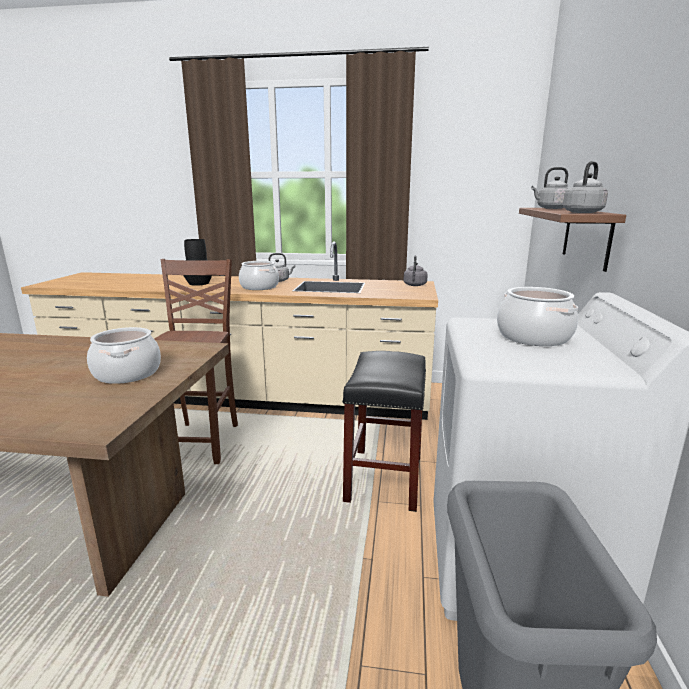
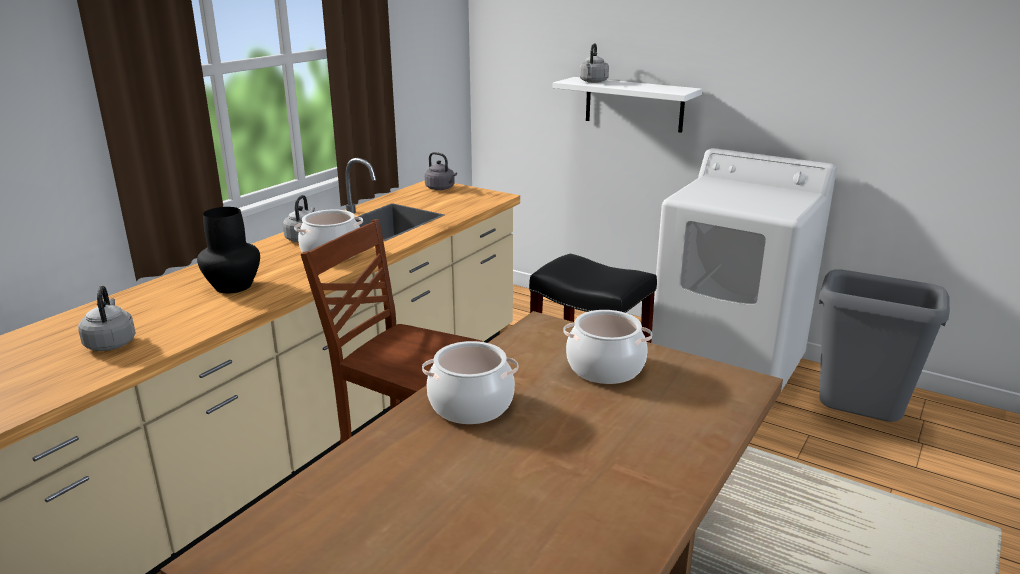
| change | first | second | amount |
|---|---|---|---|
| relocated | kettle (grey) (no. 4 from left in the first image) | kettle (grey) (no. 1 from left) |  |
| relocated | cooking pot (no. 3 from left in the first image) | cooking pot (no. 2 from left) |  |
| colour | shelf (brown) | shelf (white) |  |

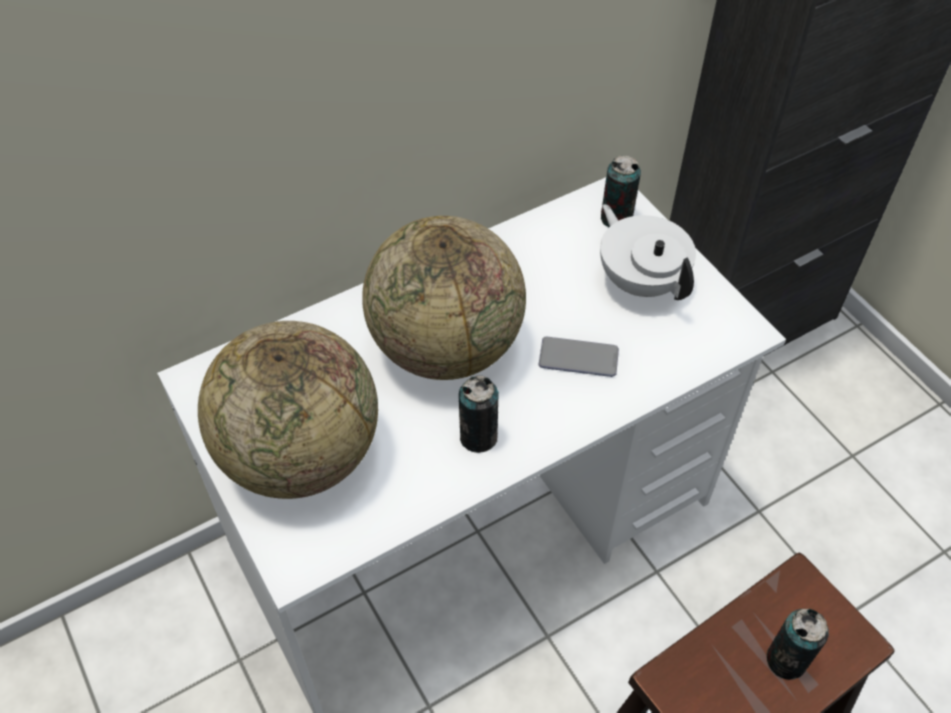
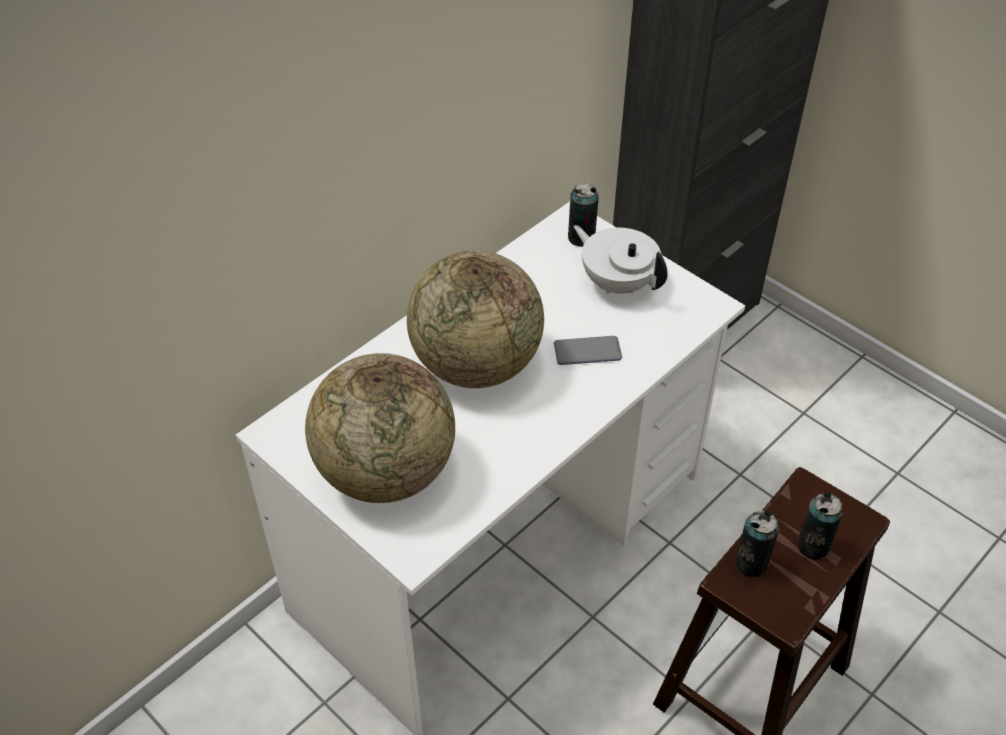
| change | first | second | amount |
|---|---|---|---|
| relocated | can (no. 1 from left in the first image) | can (no. 2 from left) |  |

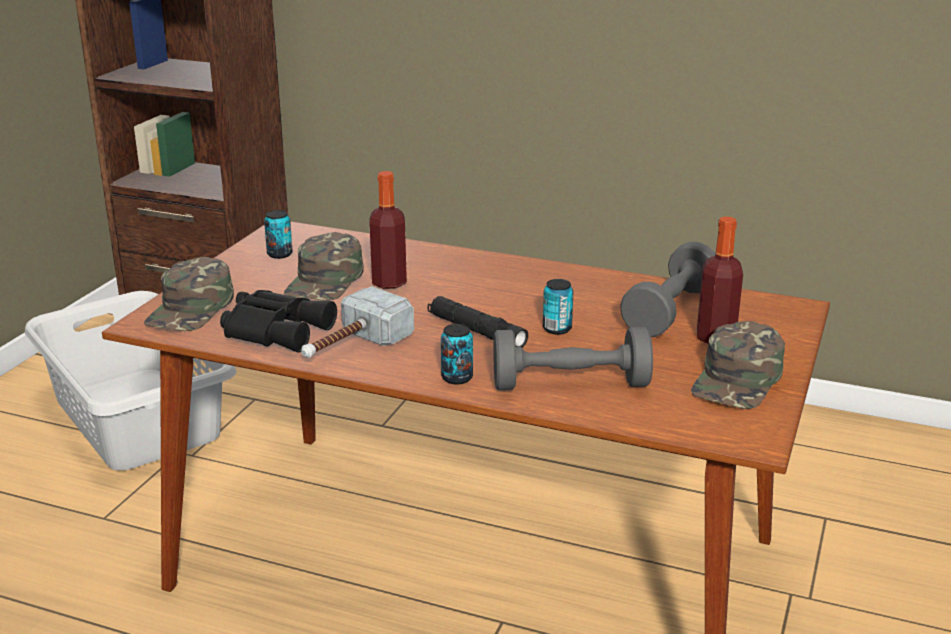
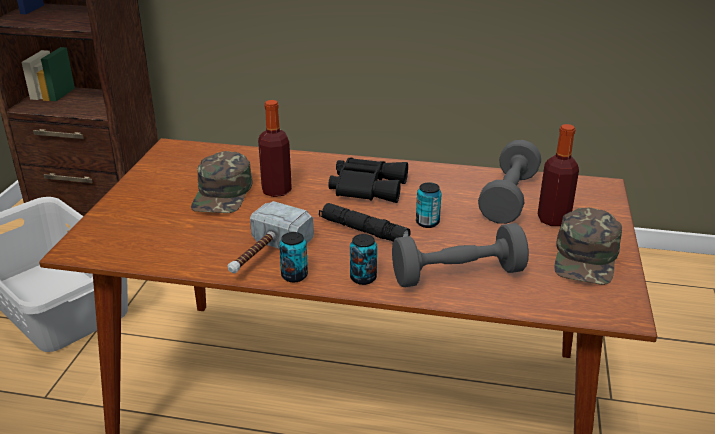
| change | first | second | amount |
|---|---|---|---|
| relocated | can (no. 1 from left) |  |  |
| relocated | binoculars (black) |  |  |
| missing | cap (green) (no. 1 from left) |  |  |

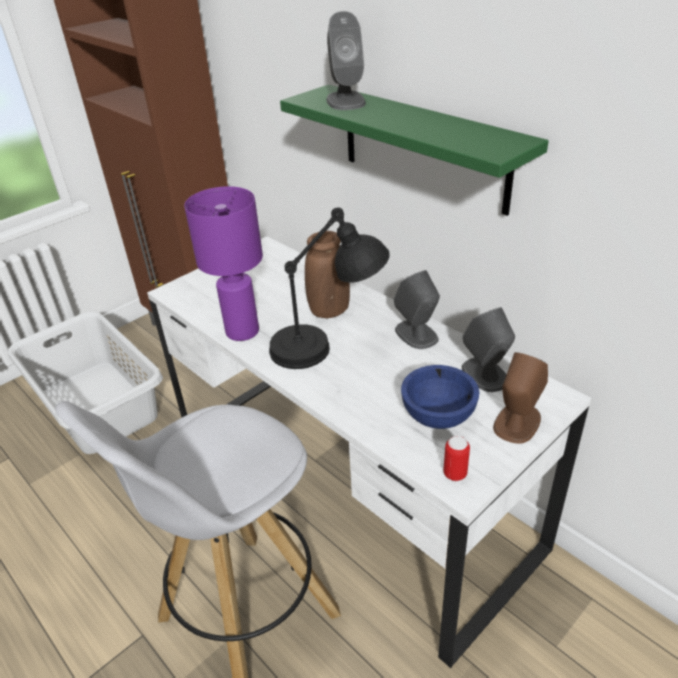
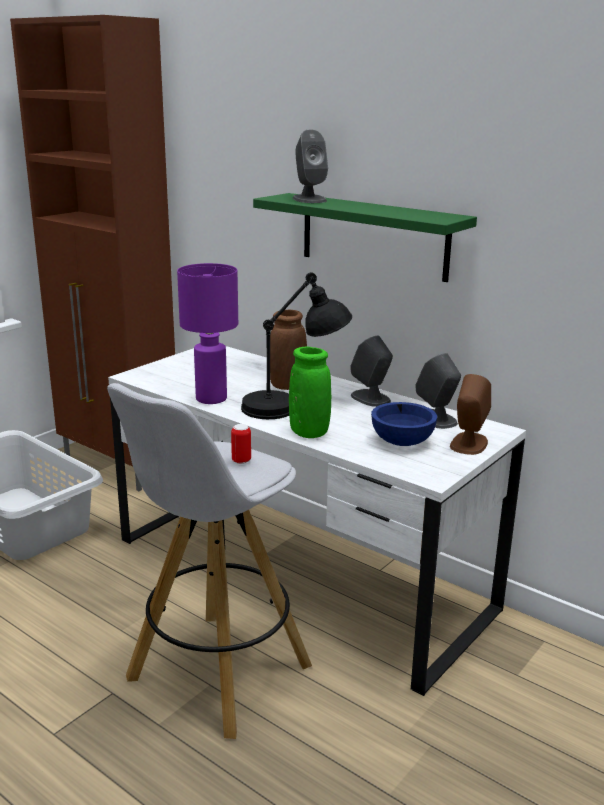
| change | first | second | amount |
|---|---|---|---|
| relocated | can |  |  |
| appeared |  | vase (green) |  |

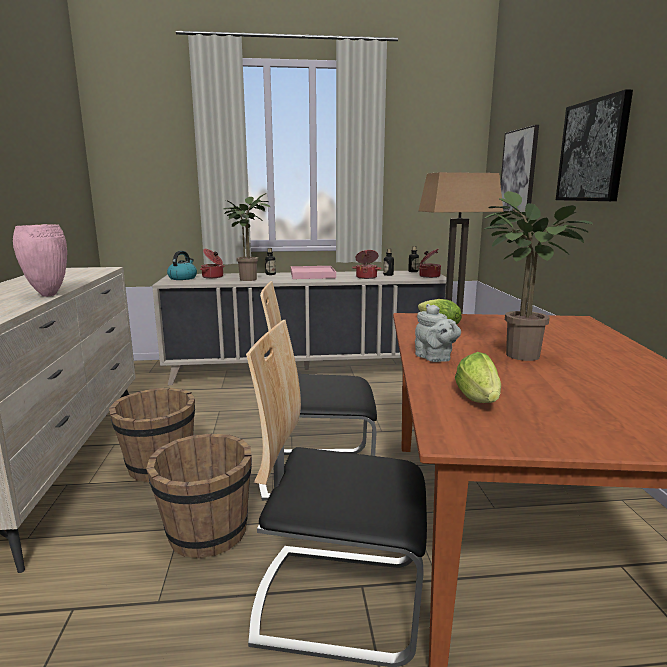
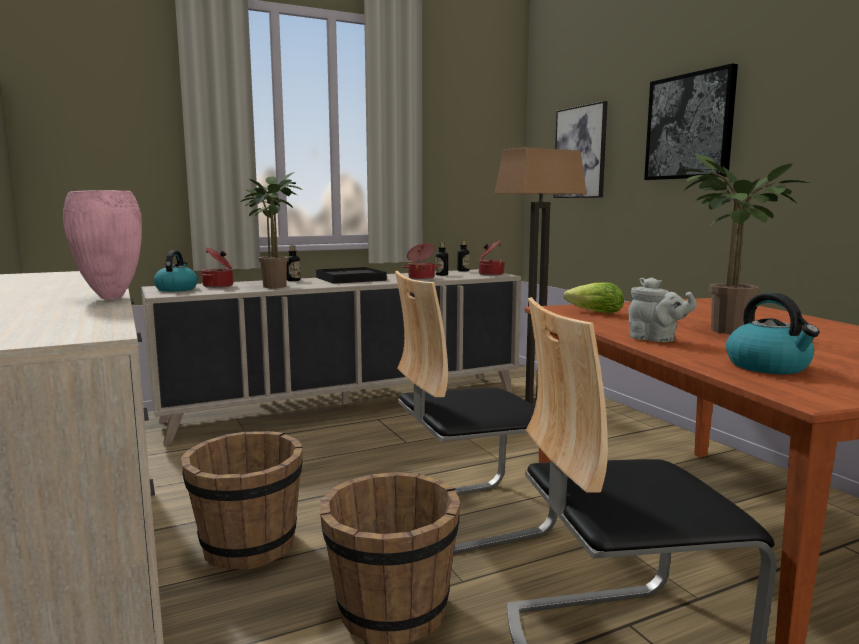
| change | first | second | amount |
|---|---|---|---|
| colour | tray (pink) | tray (black) |  |
| exchanged | lettuce (no. 2 from left) | kettle (no. 2 from left) |  |

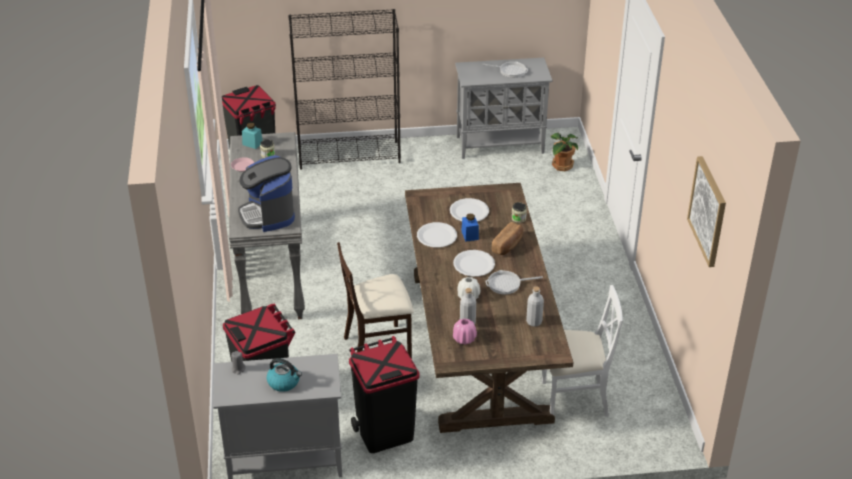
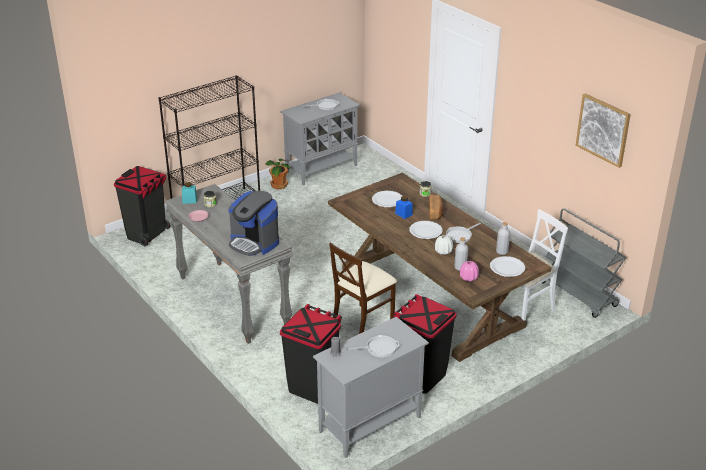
| change | first | second | amount |
|---|---|---|---|
| relocated | potted plant |  |  |
| exchanged | kettle | frying pan (no. 2 from left) |  |
| relocated | plate (white) (no. 1 from left in the first image) | plate (white) (no. 3 from left) |  |
| appeared |  | cart (grey) |  |

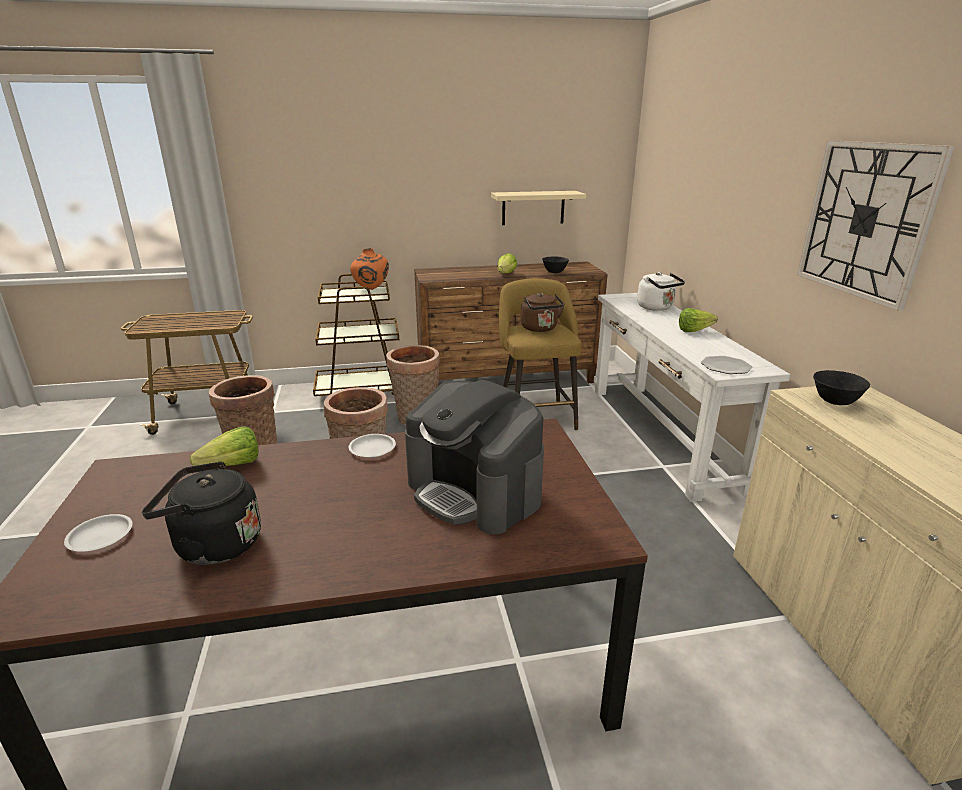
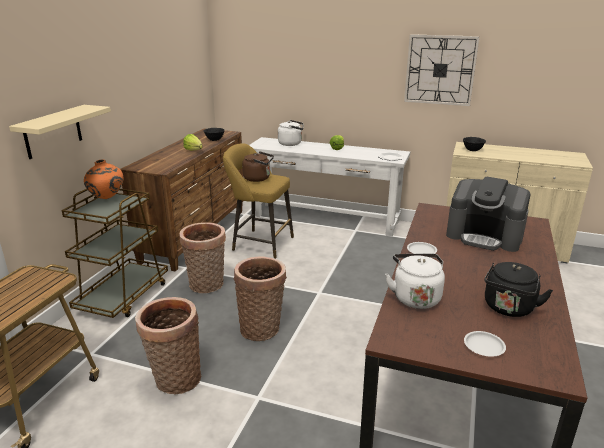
| change | first | second | amount |
|---|---|---|---|
| relocated | shelf (beige) |  |  |
| exchanged | lettuce (no. 1 from left) | kettle (white) (no. 2 from left) |  |
| spun | coffee machine |  | 45 degrees clockwise |

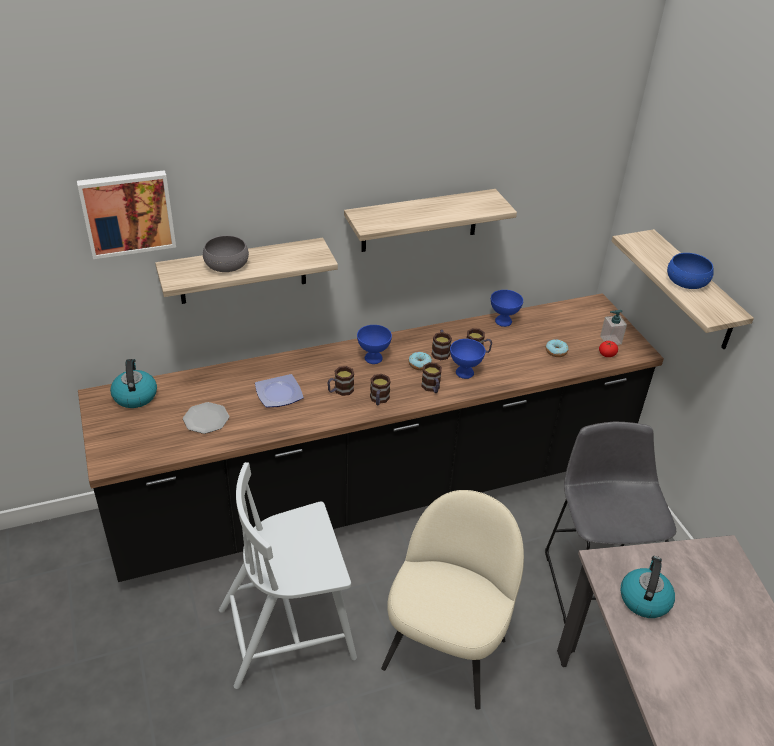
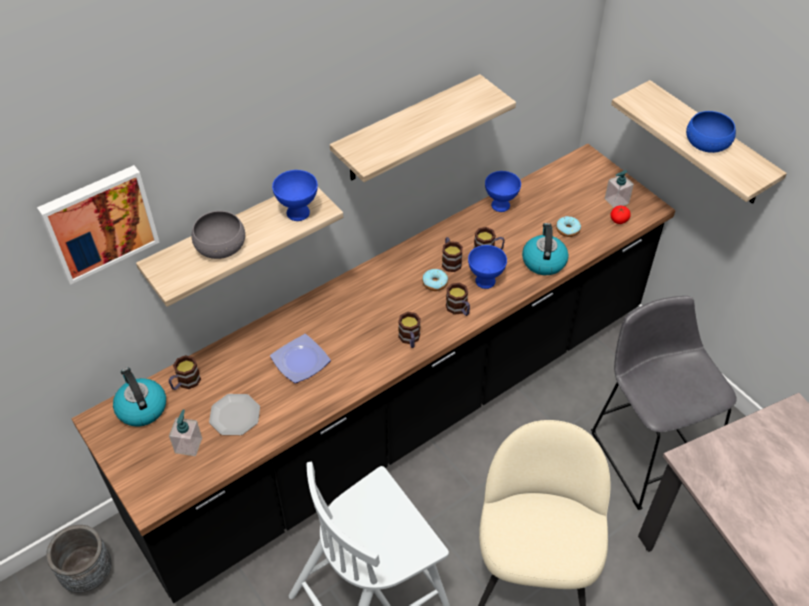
| change | first | second | amount |
|---|---|---|---|
| appeared |  | planter (grey) |  |
| relocated | mug (no. 1 from left) |  |  |
| appeared |  | soap dispenser (no. 1 from left) |  |
| relocated | bowl (blue) (no. 1 from left) |  |  |
| relocated | kettle (no. 2 from left) |  |  |

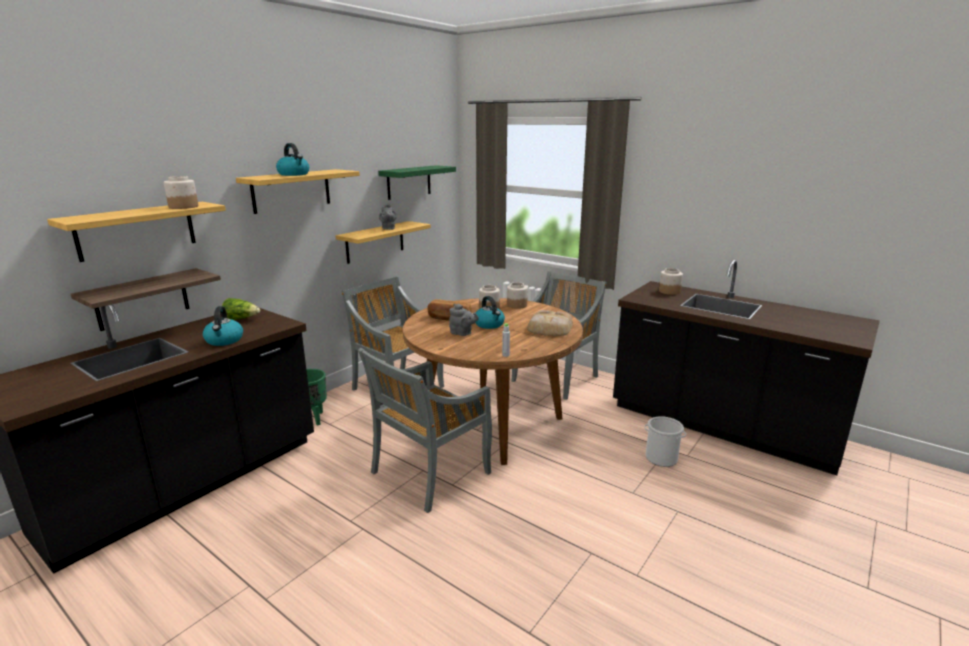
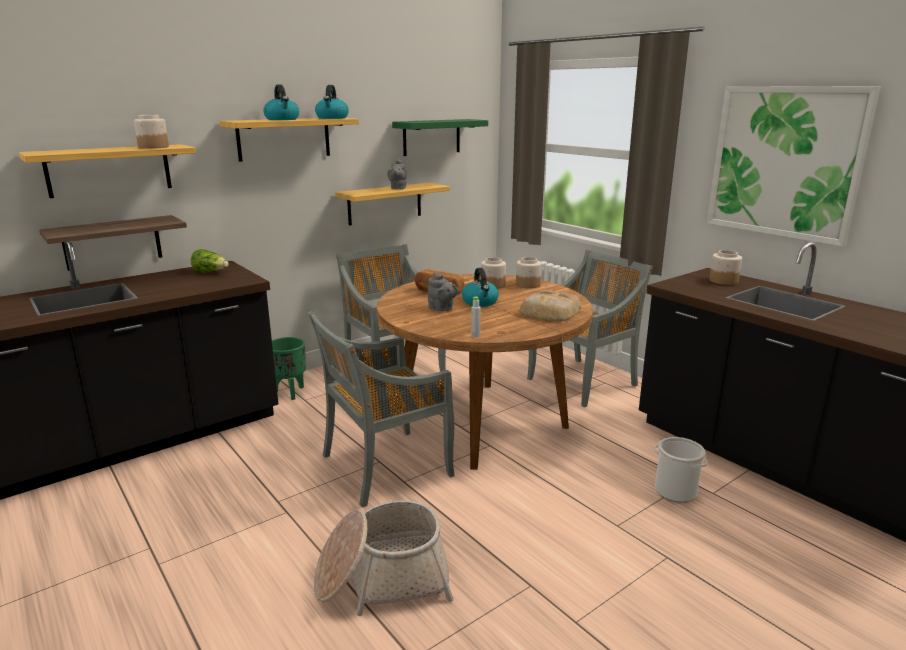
| change | first | second | amount |
|---|---|---|---|
| appeared |  | basket |  |
| relocated | kettle (no. 1 from left in the first image) | kettle (no. 2 from left) |  |
| appeared |  | picture |  |

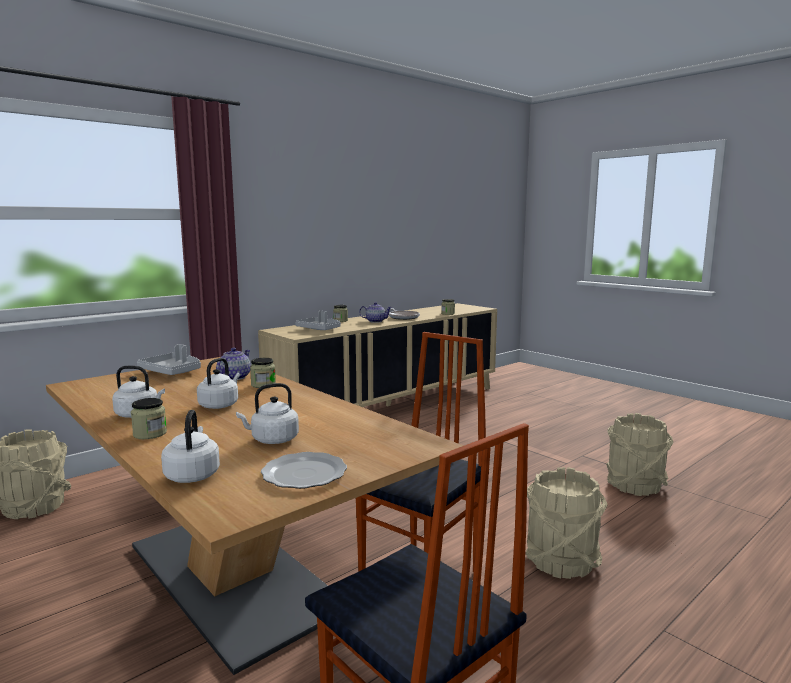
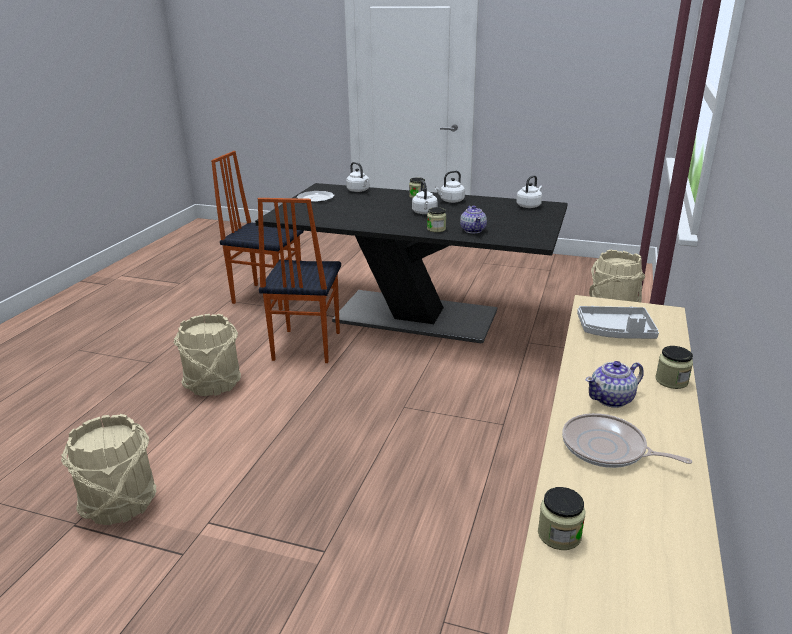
| change | first | second | amount |
|---|---|---|---|
| colour | dining table (beige) | dining table (black) |  |
| relocated | kettle (white) (no. 4 from left) |  |  |
| missing | tray (grey) (no. 1 from left) |  |  |

